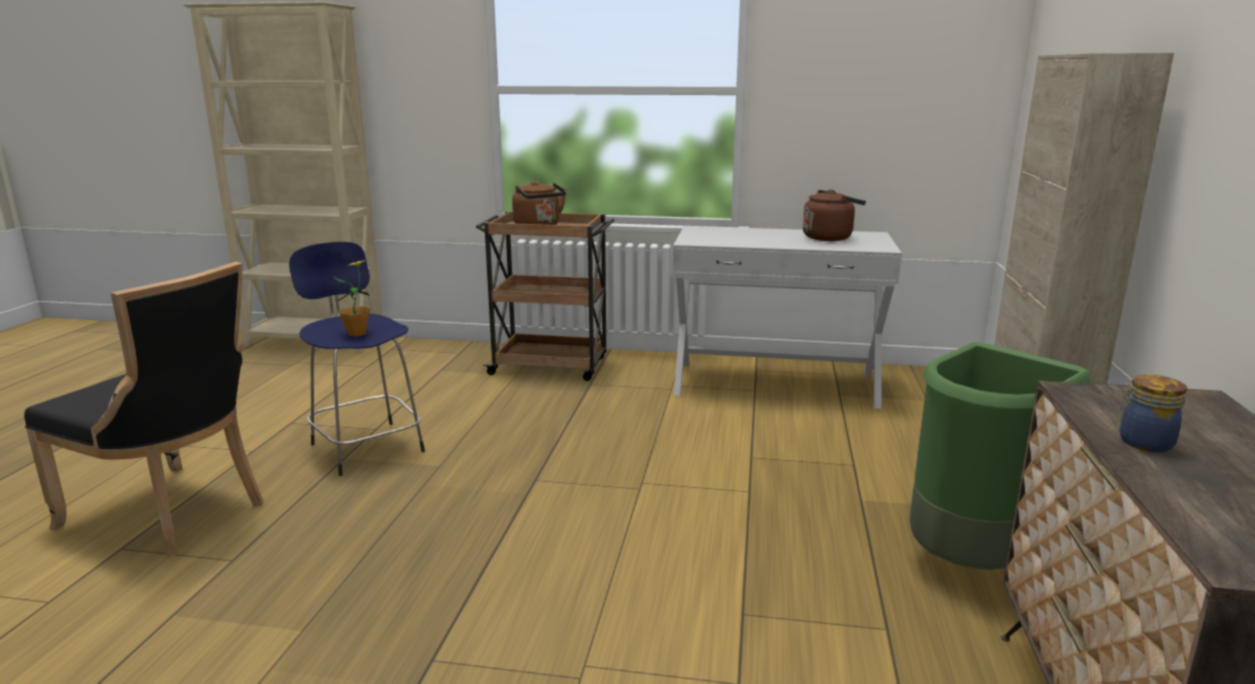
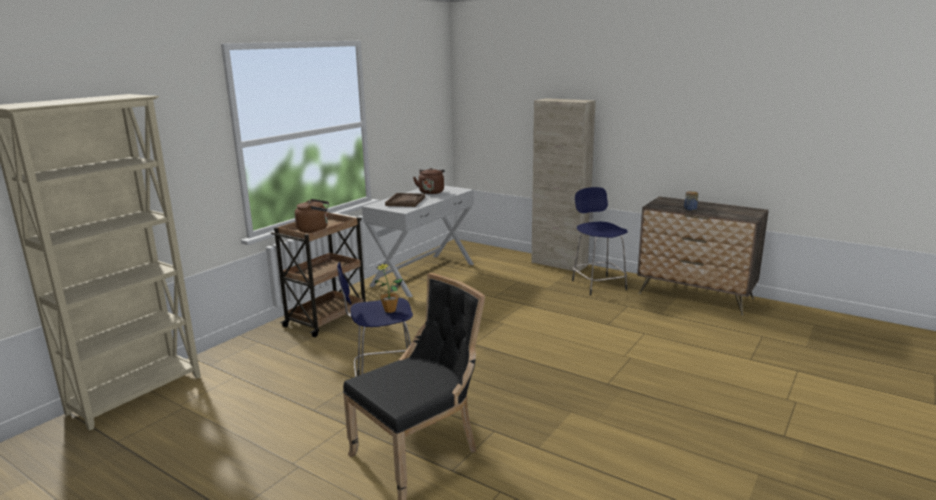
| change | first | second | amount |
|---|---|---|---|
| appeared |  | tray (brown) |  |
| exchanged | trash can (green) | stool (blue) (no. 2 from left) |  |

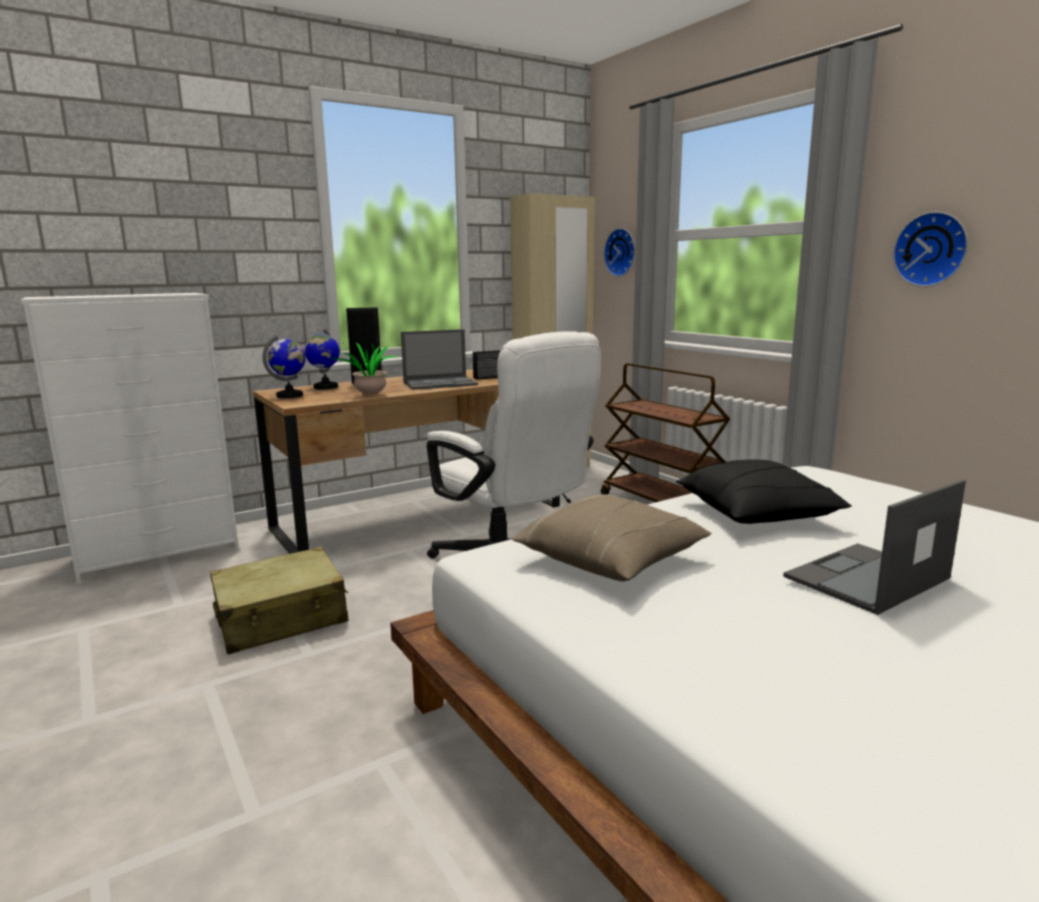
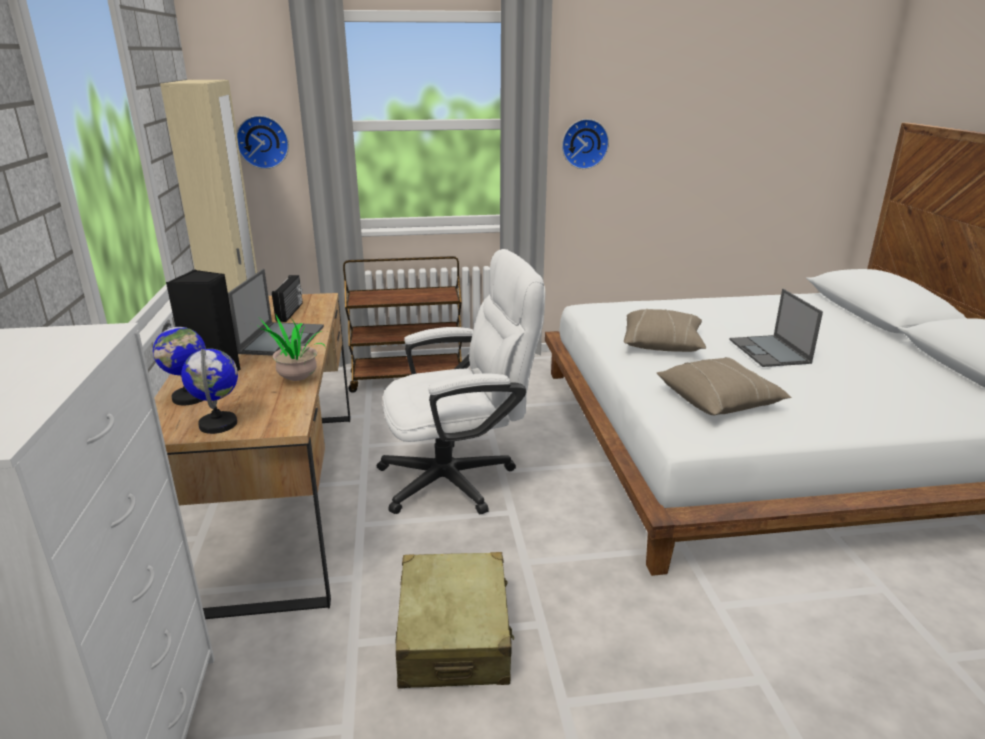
| change | first | second | amount |
|---|---|---|---|
| colour | pillow (black) | pillow (beige) (no. 1 from left) |  |

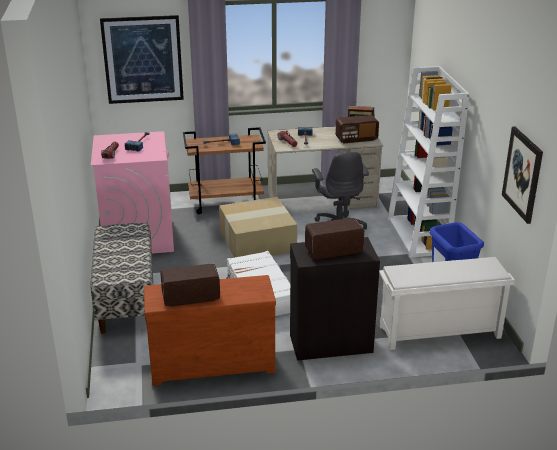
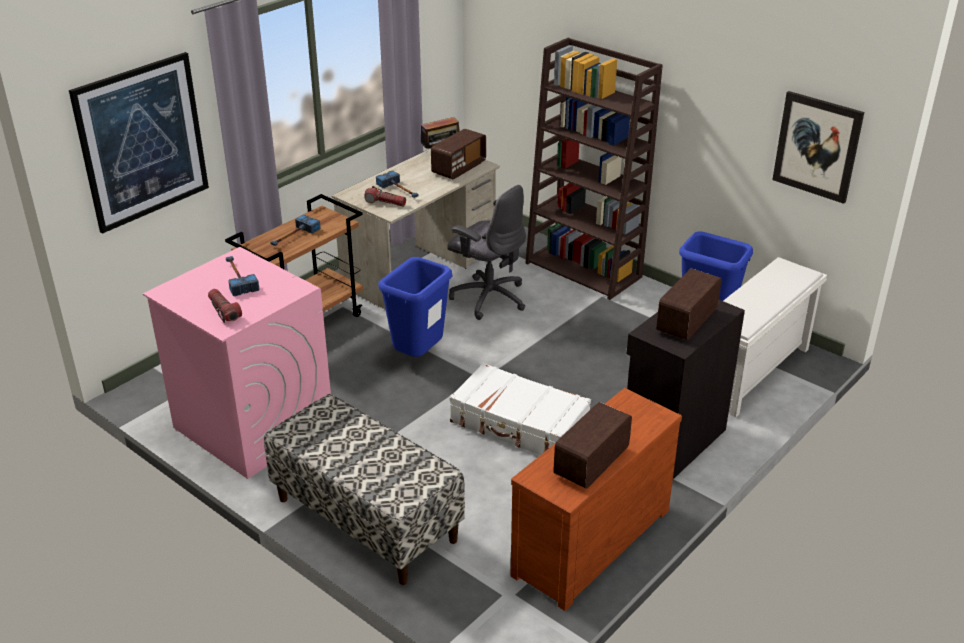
| change | first | second | amount |
|---|---|---|---|
| exchanged | cardboard box | trash can (blue) (no. 1 from left) |  |
| colour | bookcase (white) | bookcase (brown) |  |

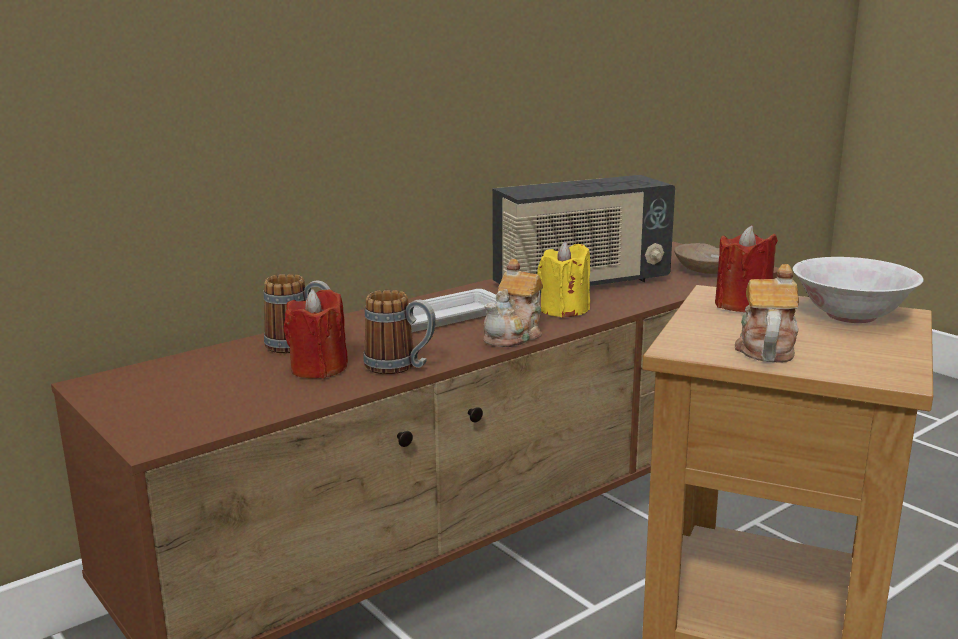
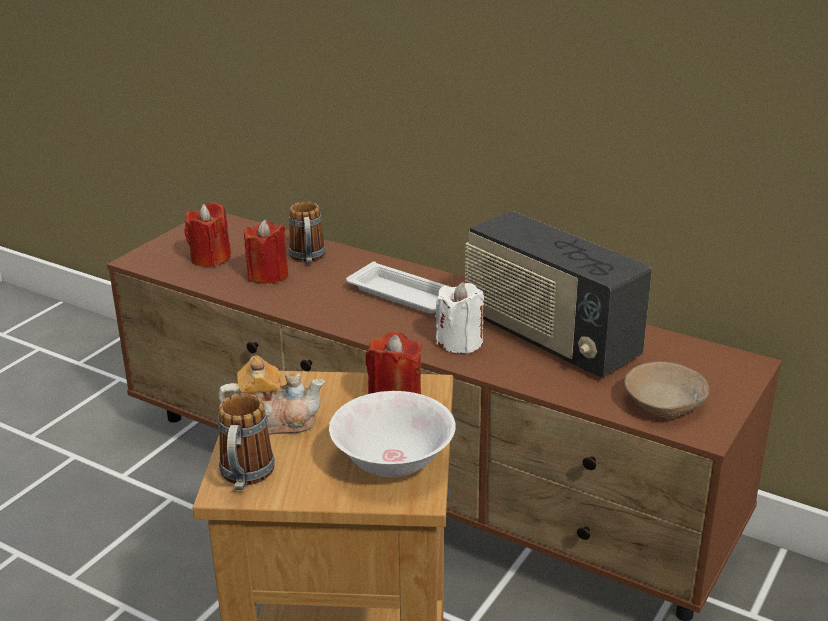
| change | first | second | amount |
|---|---|---|---|
| appeared |  | candle (red) (no. 1 from left) |  |
| relocated | mug (no. 2 from left in the first image) | mug (no. 1 from left) |  |
| colour | candle (yellow) | candle (white) |  |
| missing | teapot (no. 1 from left) |  |  |

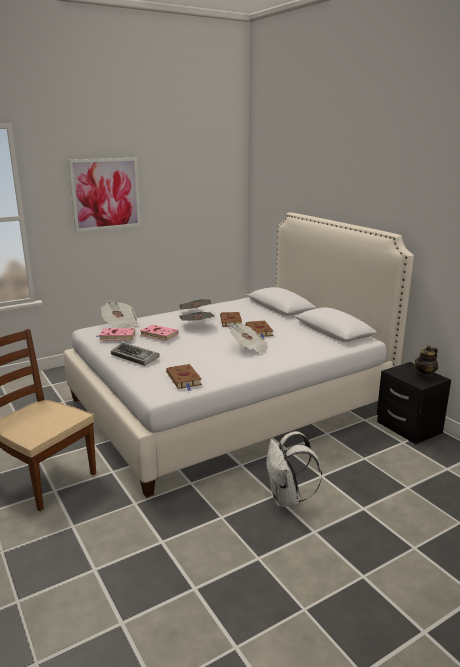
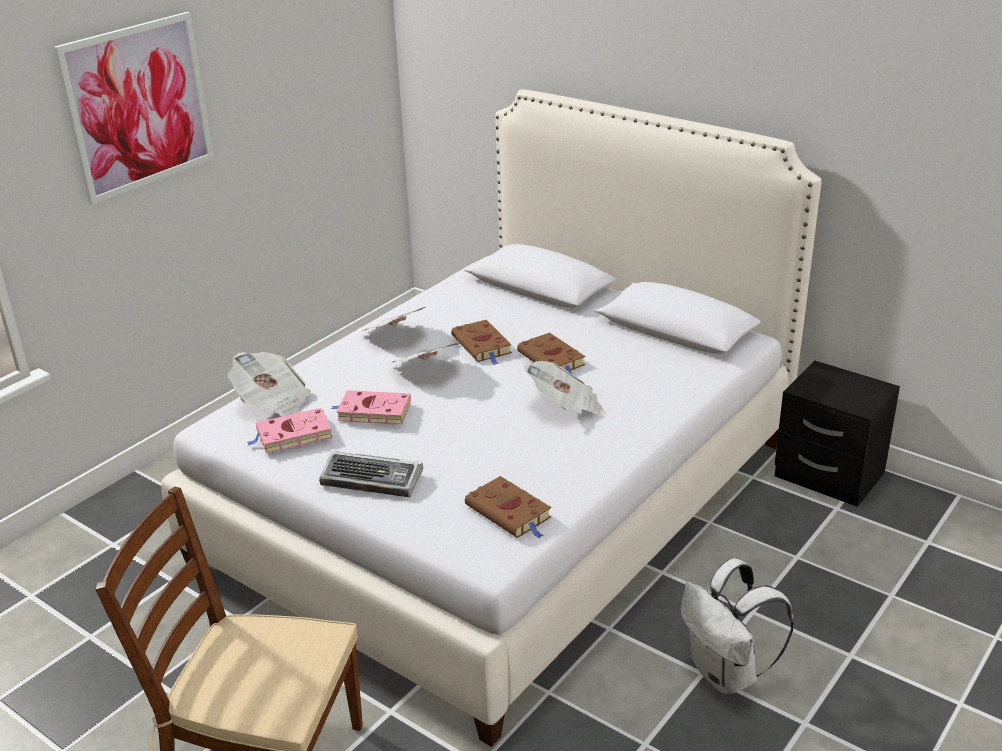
| change | first | second | amount |
|---|---|---|---|
| missing | teapot |  |  |

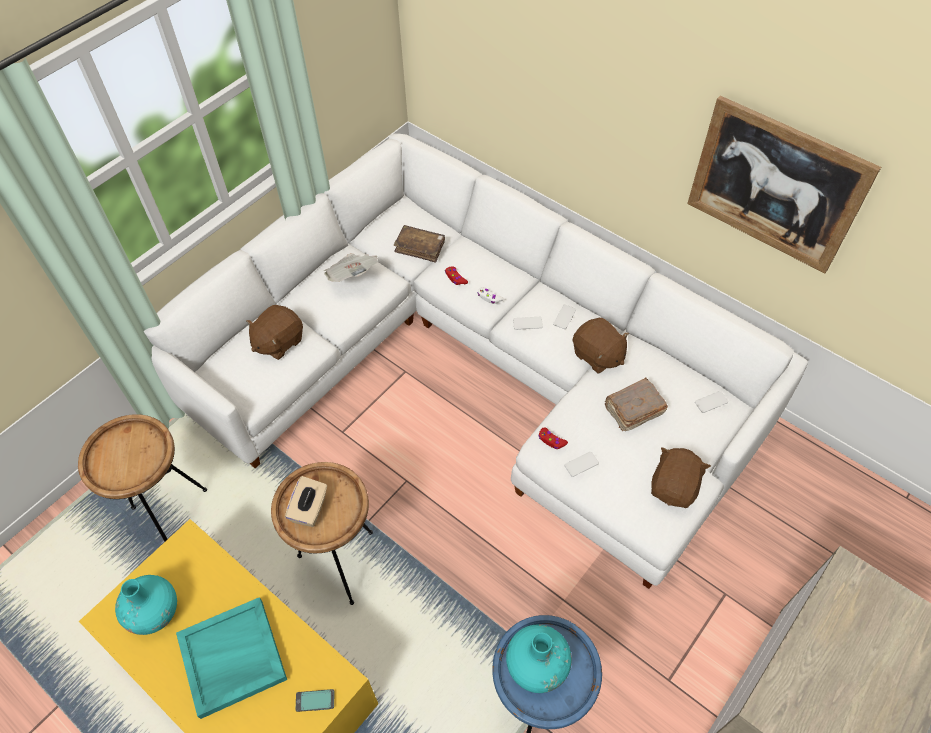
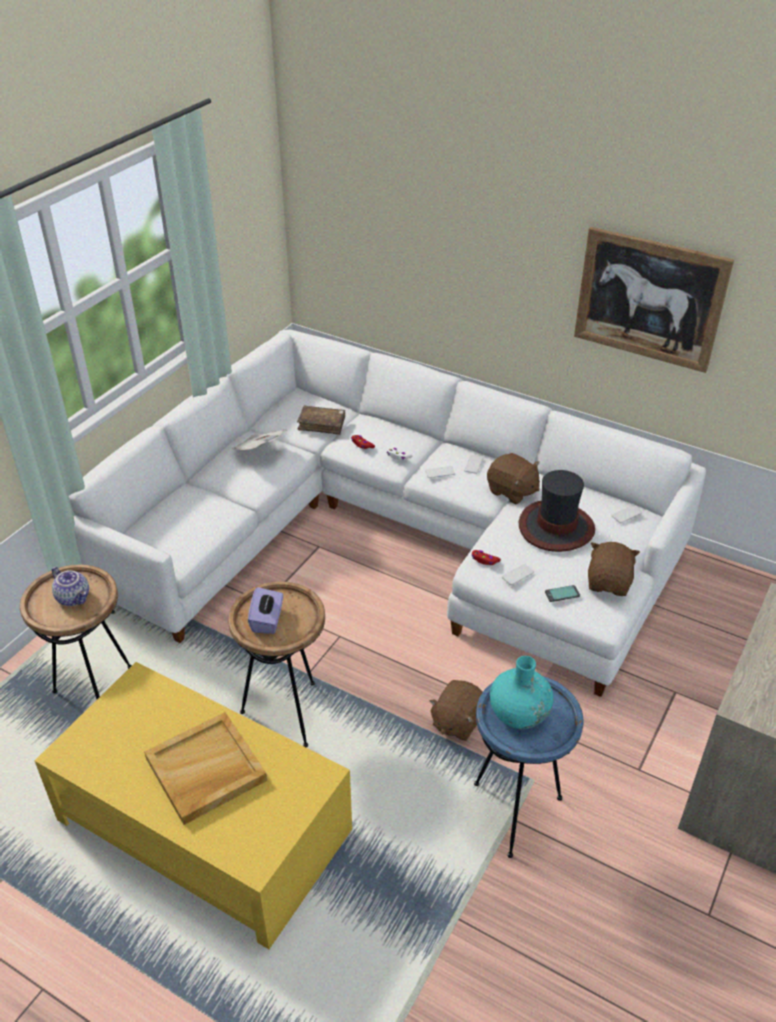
| change | first | second | amount |
|---|---|---|---|
| appeared |  | teapot |  |
| colour | tray (turquoise) | tray (beige) |  |
| colour | tissue box (beige) | tissue box (purple) |  |
| relocated | plush toy (brown) (no. 1 from left) |  |  |
| exchanged | book (brown) (no. 2 from left) | hat |  |
| relocated | phone (no. 1 from left in the first image) | phone (no. 4 from left) |  |
| missing | vase (turquoise) (no. 1 from left) |  |  |

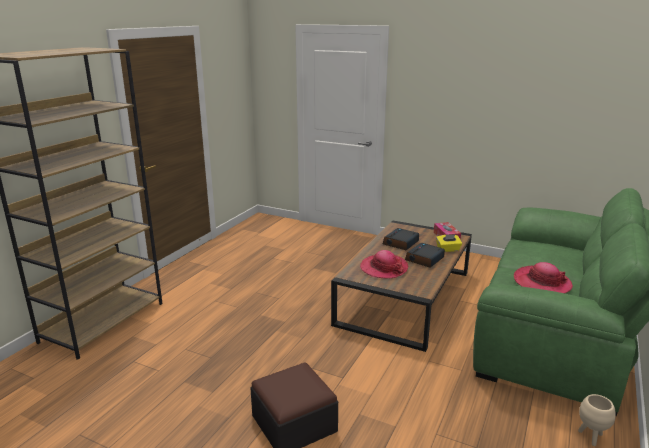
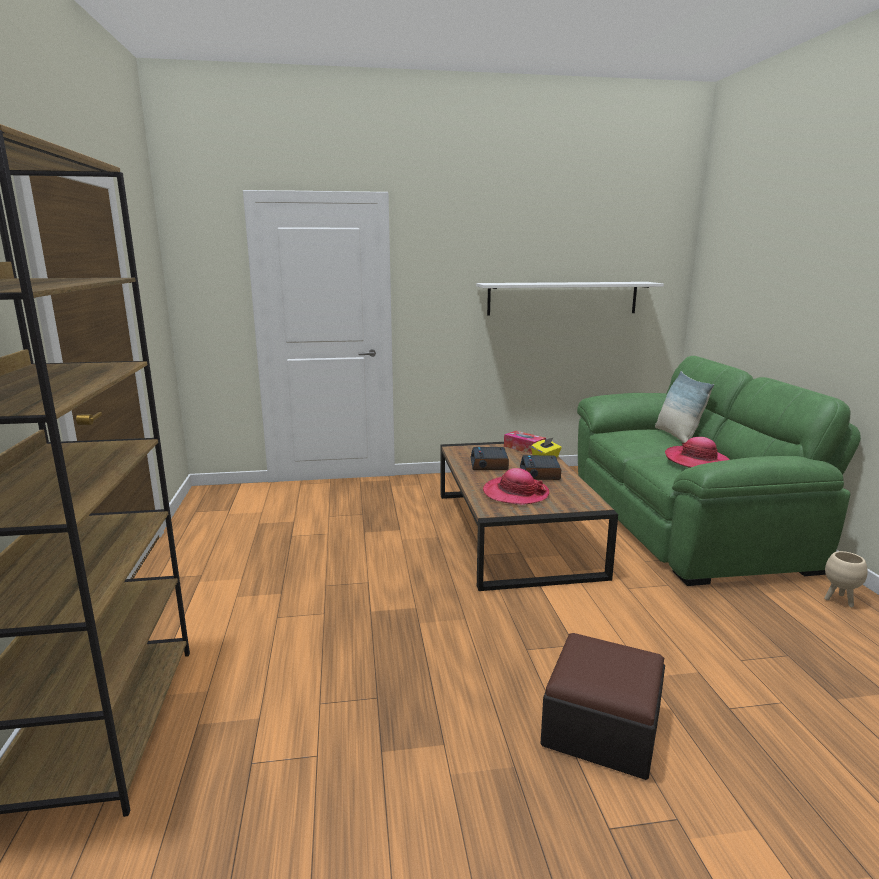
| change | first | second | amount |
|---|---|---|---|
| appeared |  | shelf (white) |  |
| appeared |  | pillow |  |

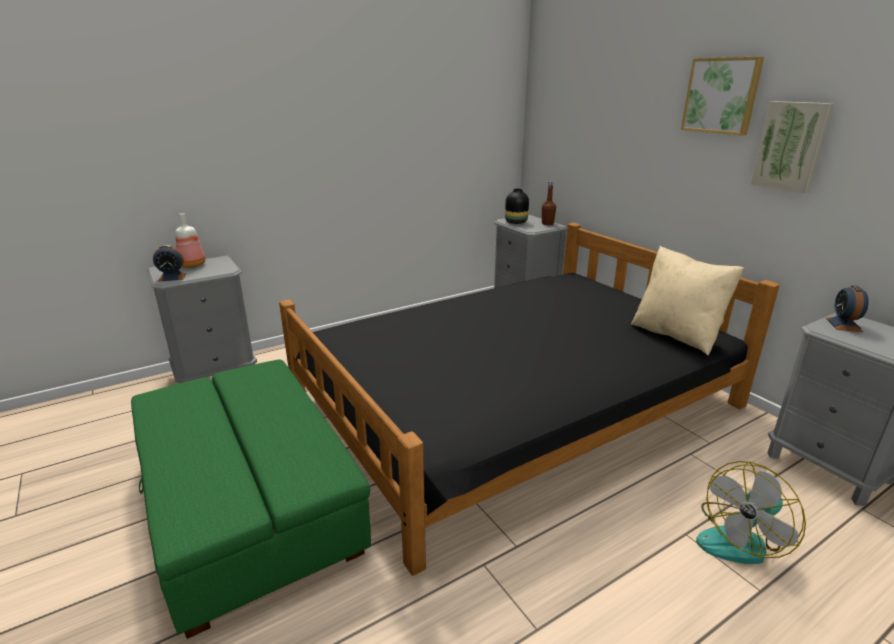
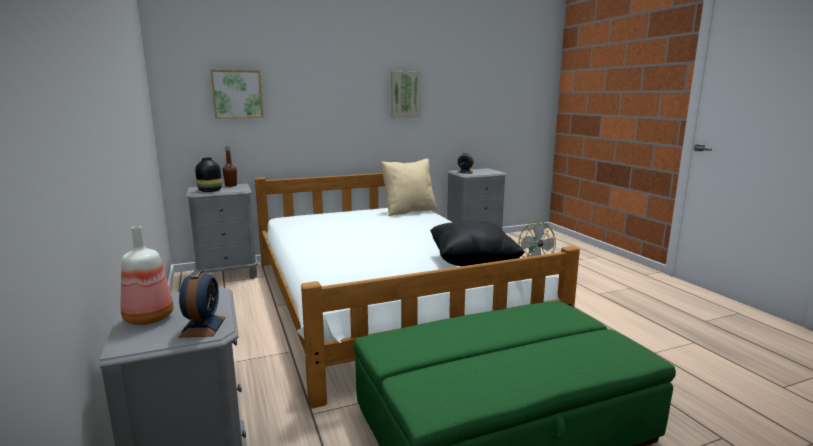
| change | first | second | amount |
|---|---|---|---|
| relocated | picture (no. 1 from left) |  |  |
| colour | bed (black) | bed (white) |  |
| appeared |  | pillow (black) |  |

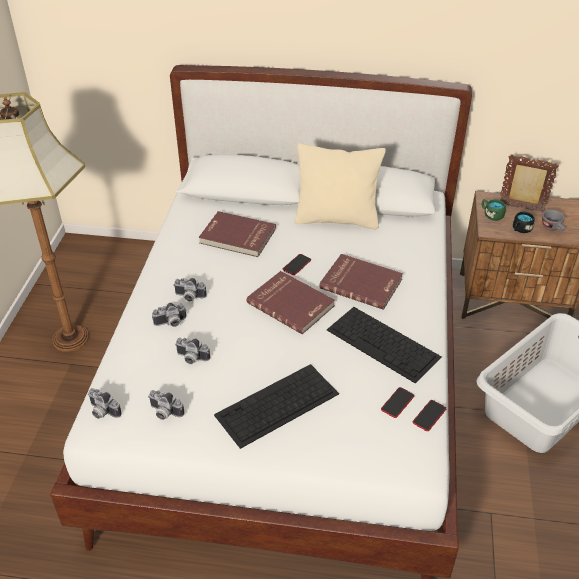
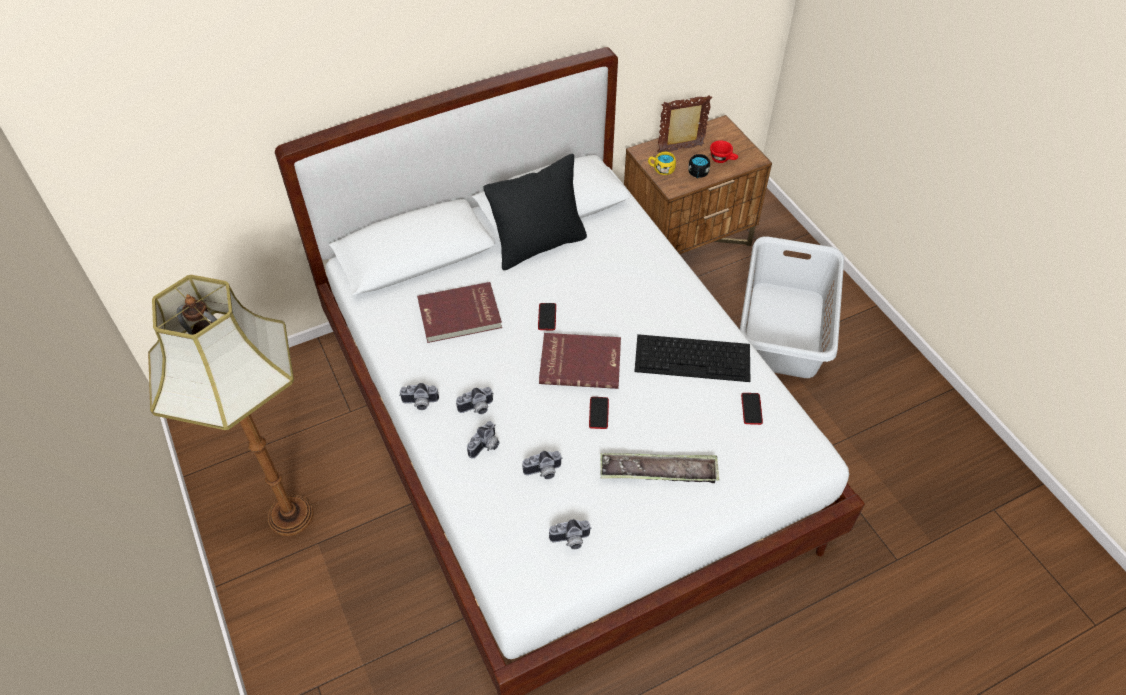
| change | first | second | amount |
|---|---|---|---|
| relocated | photo camera (no. 1 from left) |  |  |
| colour | pillow (beige) | pillow (black) |  |
| relocated | phone (no. 3 from left in the first image) | phone (no. 2 from left) |  |
| exchanged | keyboard (no. 1 from left) | tray |  |
| colour | mug (green) | mug (yellow) |  |
| colour | cup (grey) | cup (red) |  |
| missing | book (red) (no. 3 from left) |  |  |

